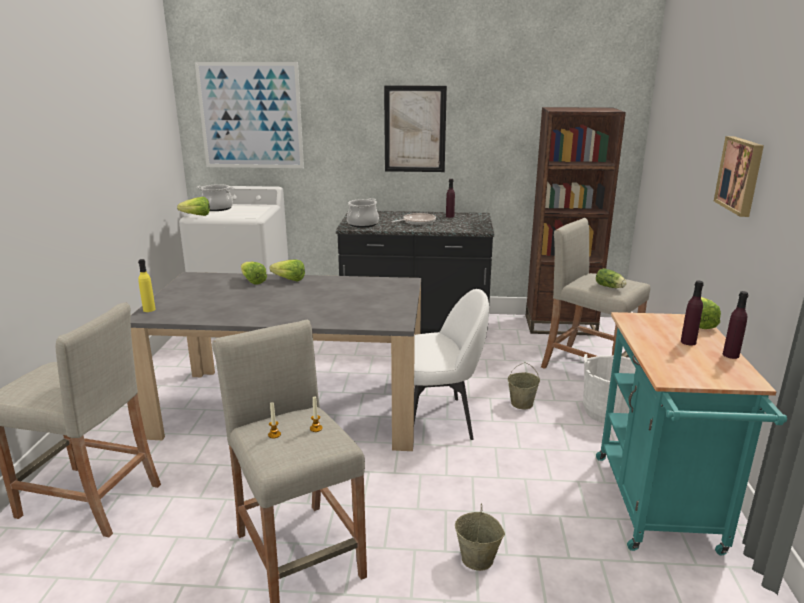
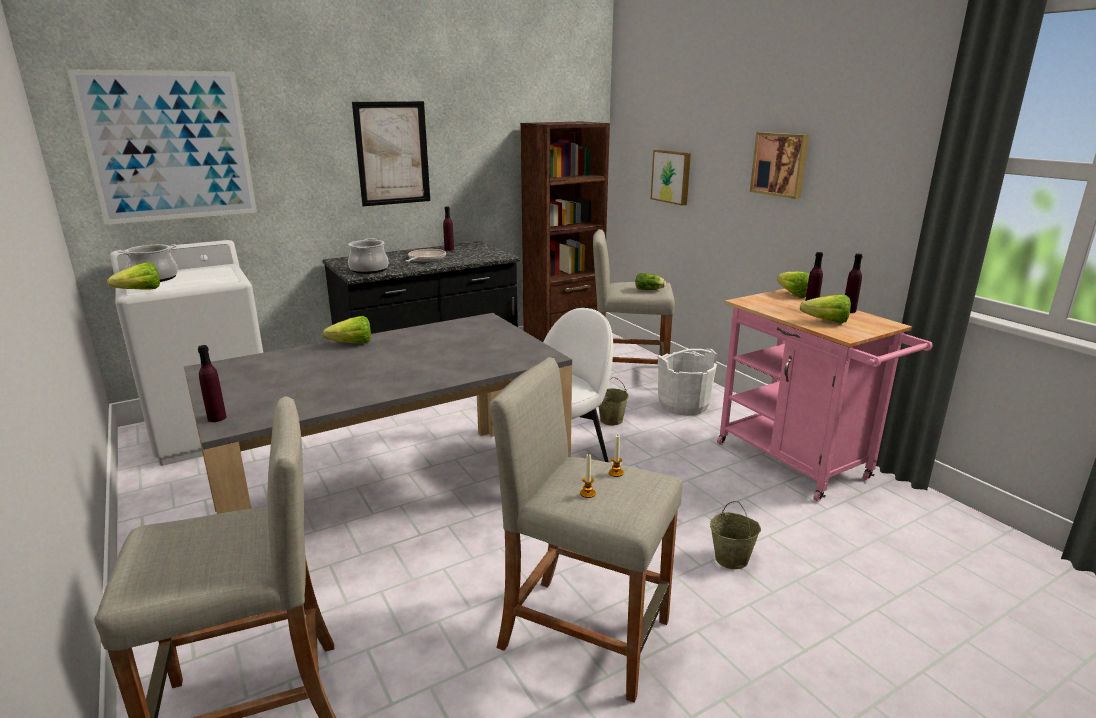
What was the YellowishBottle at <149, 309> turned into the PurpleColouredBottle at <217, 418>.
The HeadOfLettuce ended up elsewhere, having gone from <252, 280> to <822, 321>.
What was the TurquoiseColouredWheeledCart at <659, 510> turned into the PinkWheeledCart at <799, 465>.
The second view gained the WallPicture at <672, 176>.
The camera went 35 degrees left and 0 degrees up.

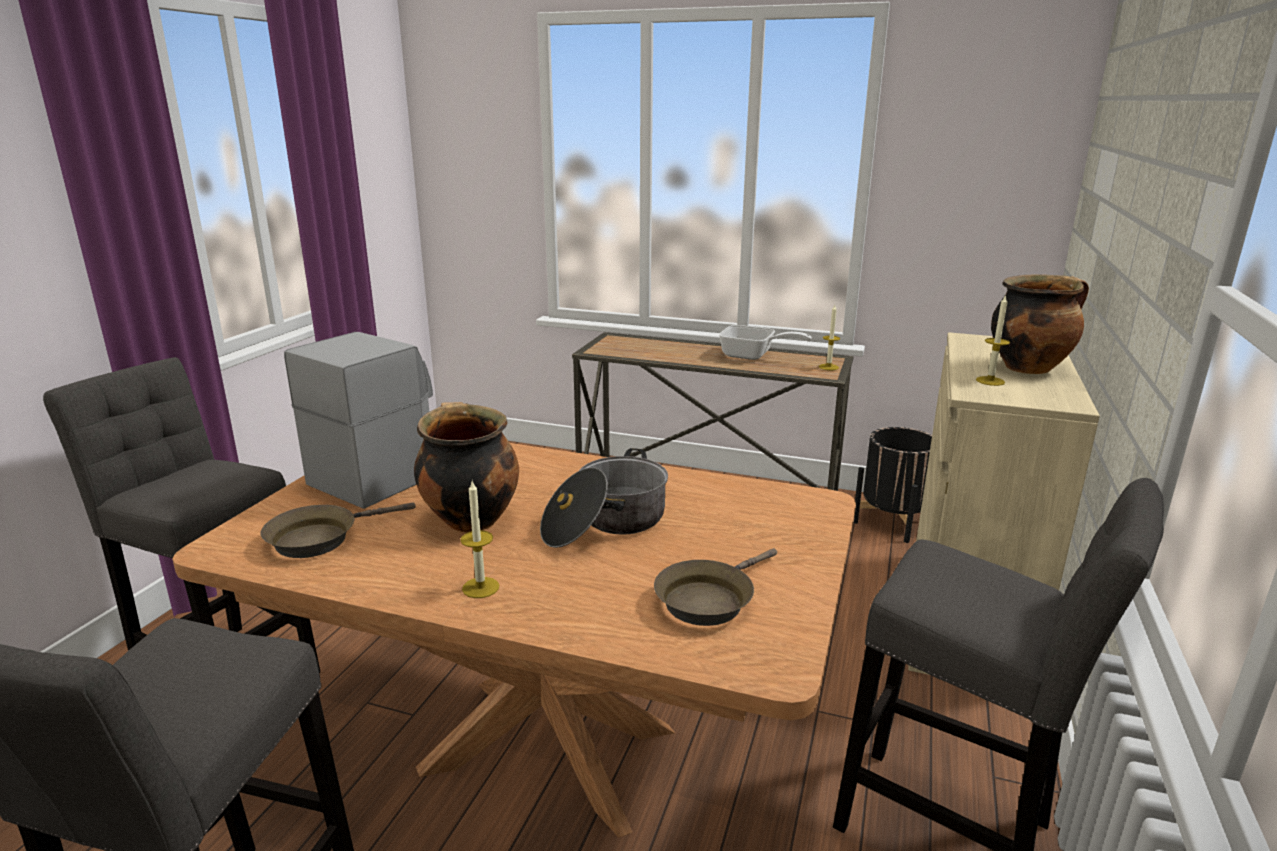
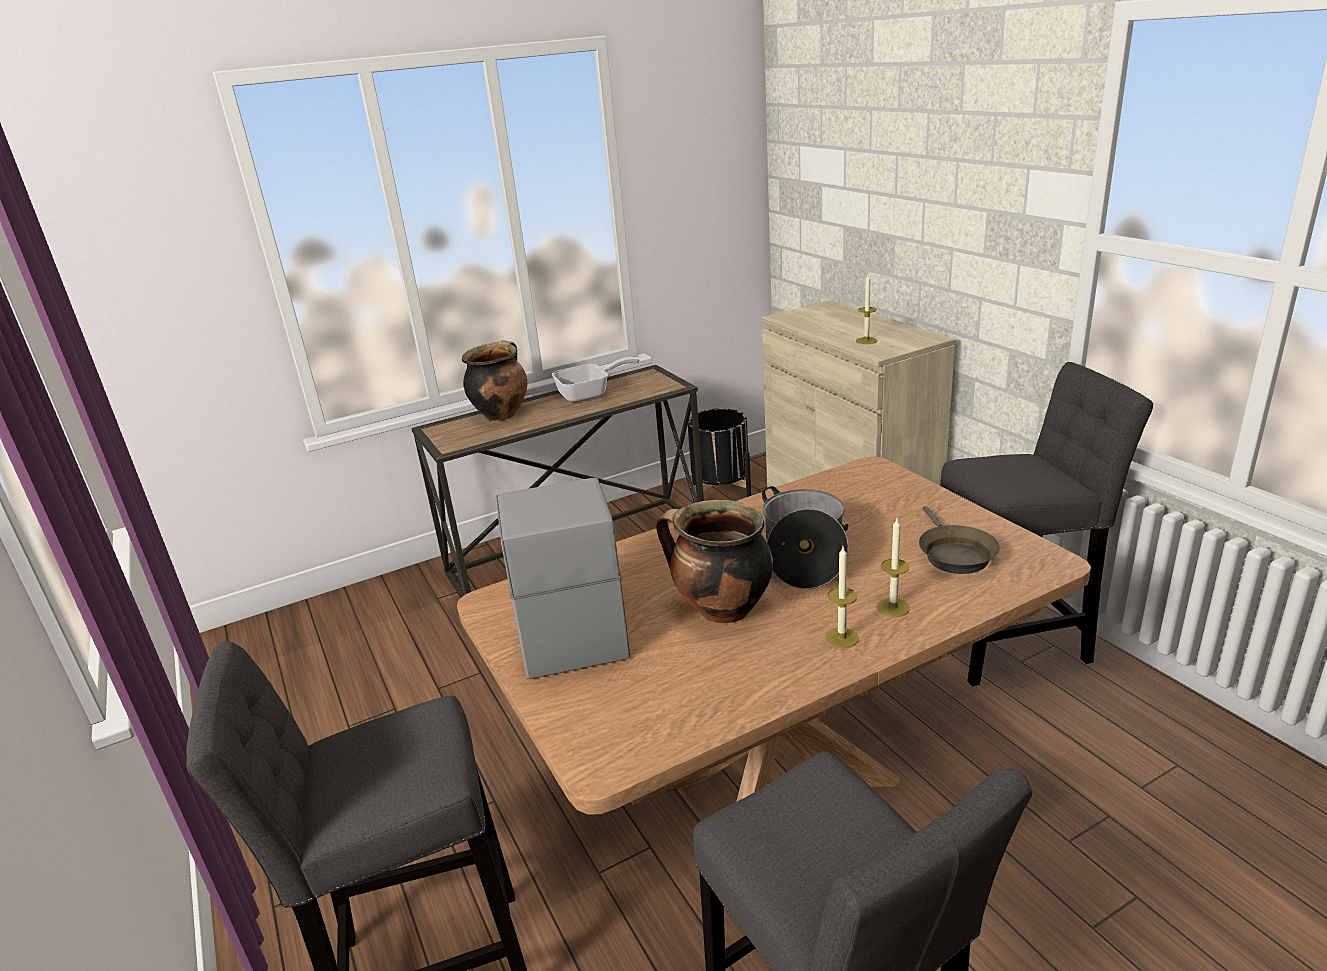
The Stockpot ended up elsewhere, having gone from <1029, 367> to <501, 414>.
The Candle ended up elsewhere, having gone from <828, 367> to <893, 607>.
The second view lost the BrownColouredSkillet at <320, 538>.
The camera went 45 degrees left and 5 degrees up.

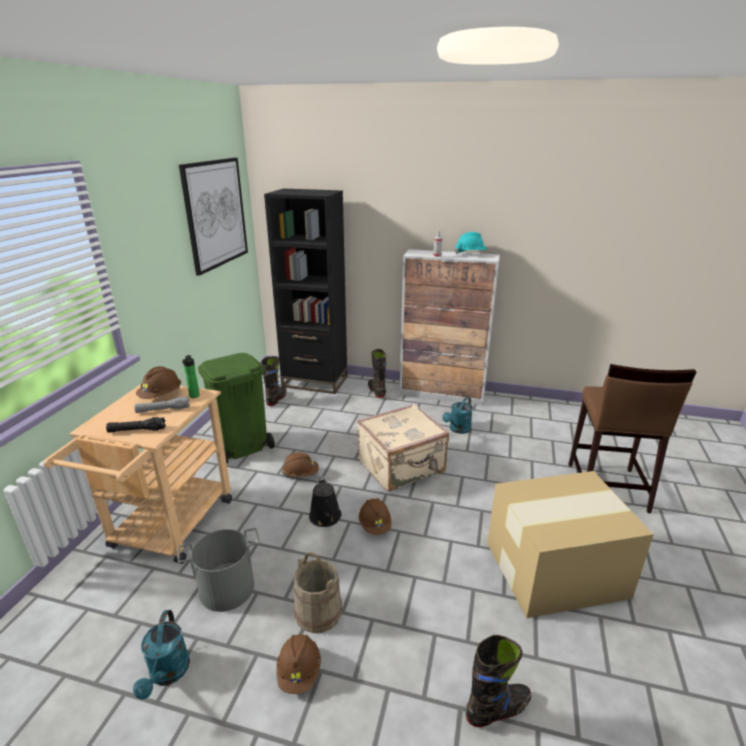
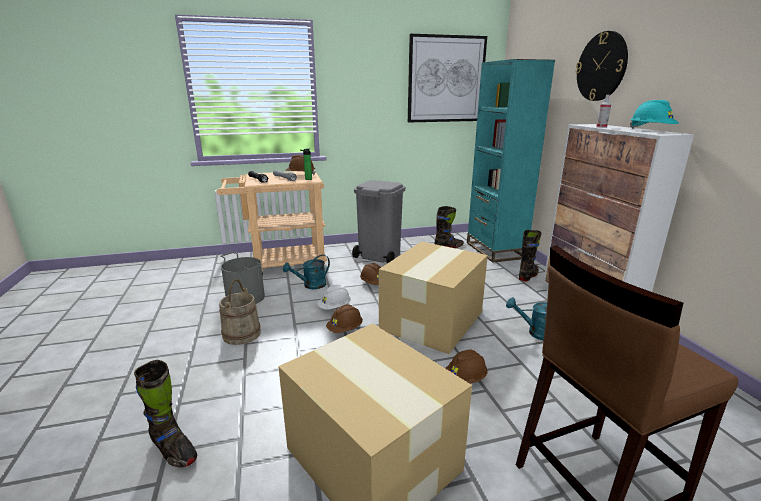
What was the BlackBookcase at <315, 381> turned into the TurquoiseColouredBookcase at <495, 250>.
What was the GreenColouredTrashCan at <241, 446> turned into the GreyTrashCan at <379, 256>.
Where the SandColouredSuitcase stood at <402, 467>, the PackingBox came to stand at <433, 320>.
Where the BlackSprinklingCan stood at <325, 518>, the WhiteHardHat came to stand at <334, 307>.
The TurquoiseColouredSprinklingCan ended up elsewhere, having gone from <167, 674> to <311, 285>.
The BrownColouredHardHat ended up elsewhere, having gone from <299, 672> to <465, 379>.
The second view gained the HangingClock at <601, 66>.
The camera went 60 degrees right and 5 degrees down.

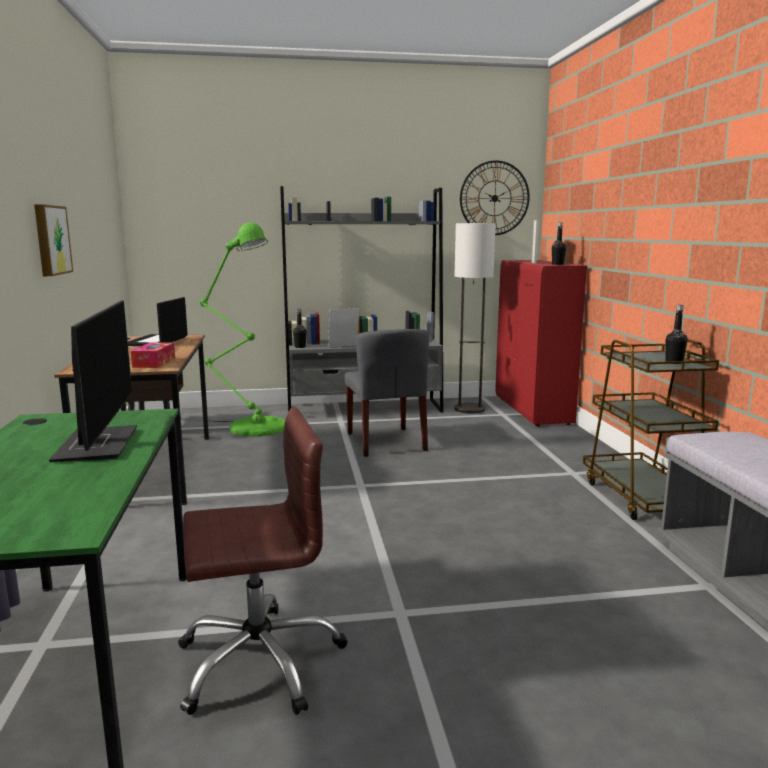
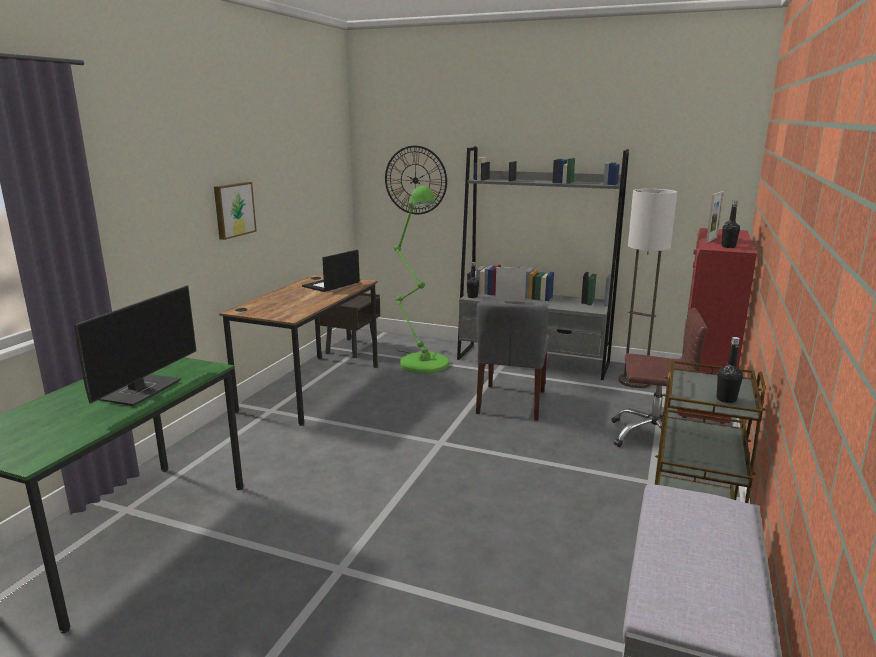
The HangingClock ended up elsewhere, having gone from <494, 198> to <415, 180>.
The second view lost the TissueHolder at <154, 362>.
The BrownColouredComputerChair ended up elsewhere, having gone from <259, 661> to <653, 436>.
The camera went 30 degrees right and 5 degrees up.

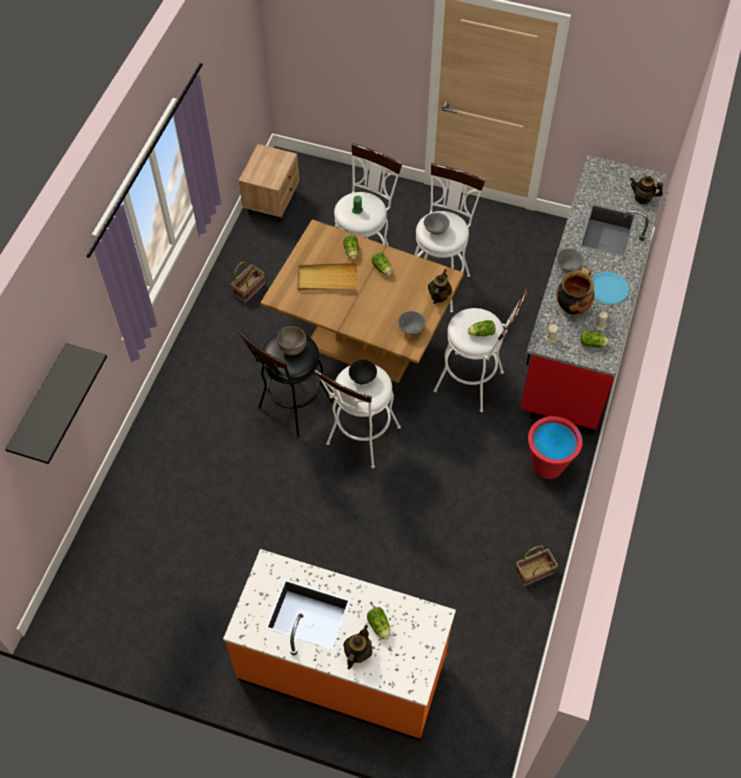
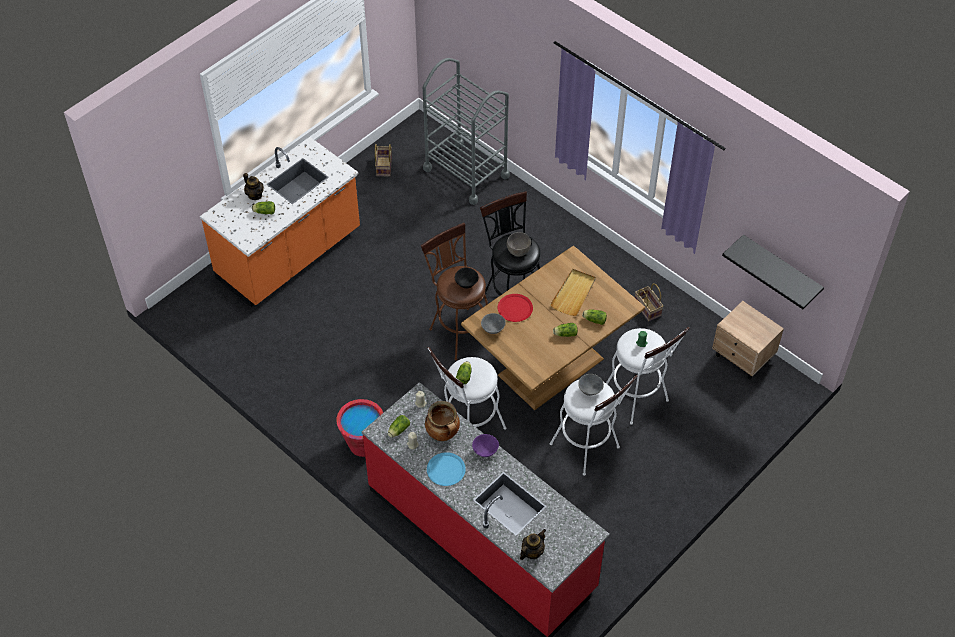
What was the GreyServingBowl at <567, 267> turned into the PurpleColouredServingBowl at <485, 450>.
The second view lost the PotForTea at <438, 296>.
The BlackBracketShelf ended up elsewhere, having gone from <41, 404> to <780, 269>.
What was the WhiteSittingStool at <360, 440> turned into the BrownColouredSittingStool at <458, 330>.
The Basket ended up elsewhere, having gone from <533, 573> to <383, 166>.
The second view gained the GreyWheeledCart at <466, 172>.
The second view gained the RedFlatDish at <515, 308>.
The camera went 115 degrees right and 5 degrees down.

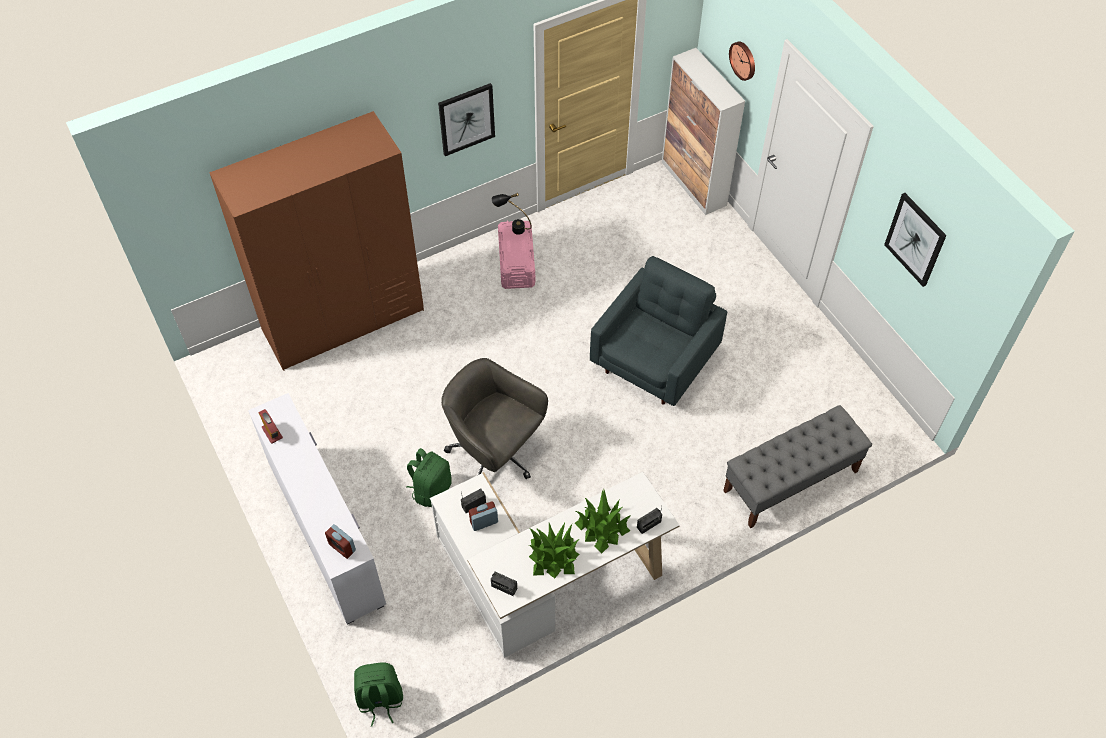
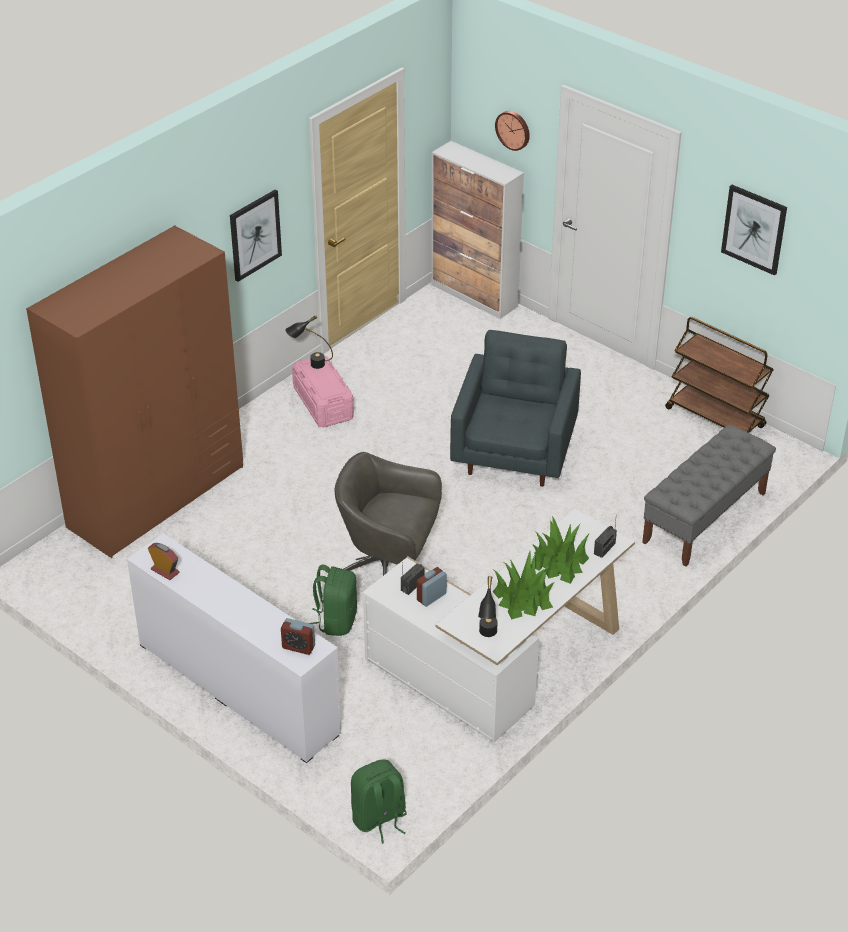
Where the Radio stood at <504, 587>, the BlackLampForATable came to stand at <487, 637>.
The second view gained the BrownColouredWheeledCart at <715, 418>.
The camera went 20 degrees left and 15 degrees down.

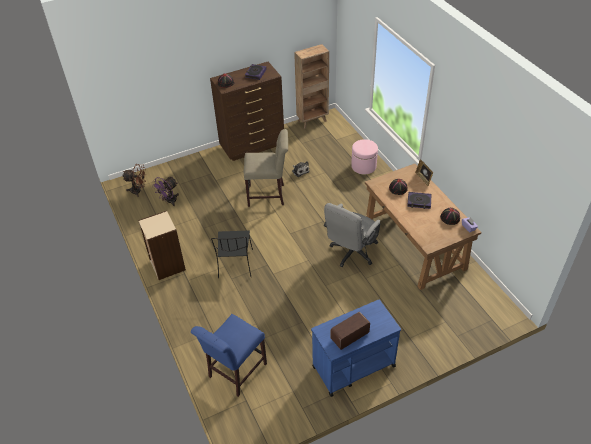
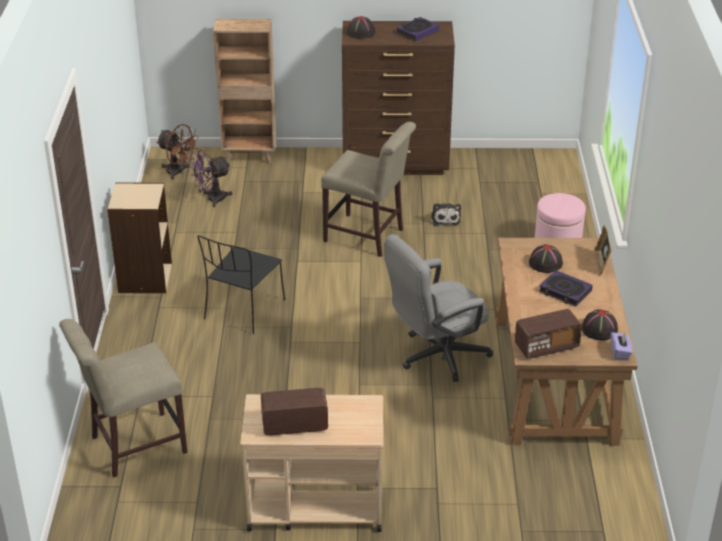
The BrownColouredBookcase ended up elsewhere, having gone from <312, 120> to <250, 157>.
What was the BlueColouredWheeledCart at <353, 366> turned into the SandColouredWheeledCart at <314, 506>.
What was the BlueColouredUprightChair at <235, 372> turned into the SandColouredUprightChair at <133, 446>.
The second view gained the Radio at <546, 347>.
The camera went 25 degrees right and 10 degrees down.

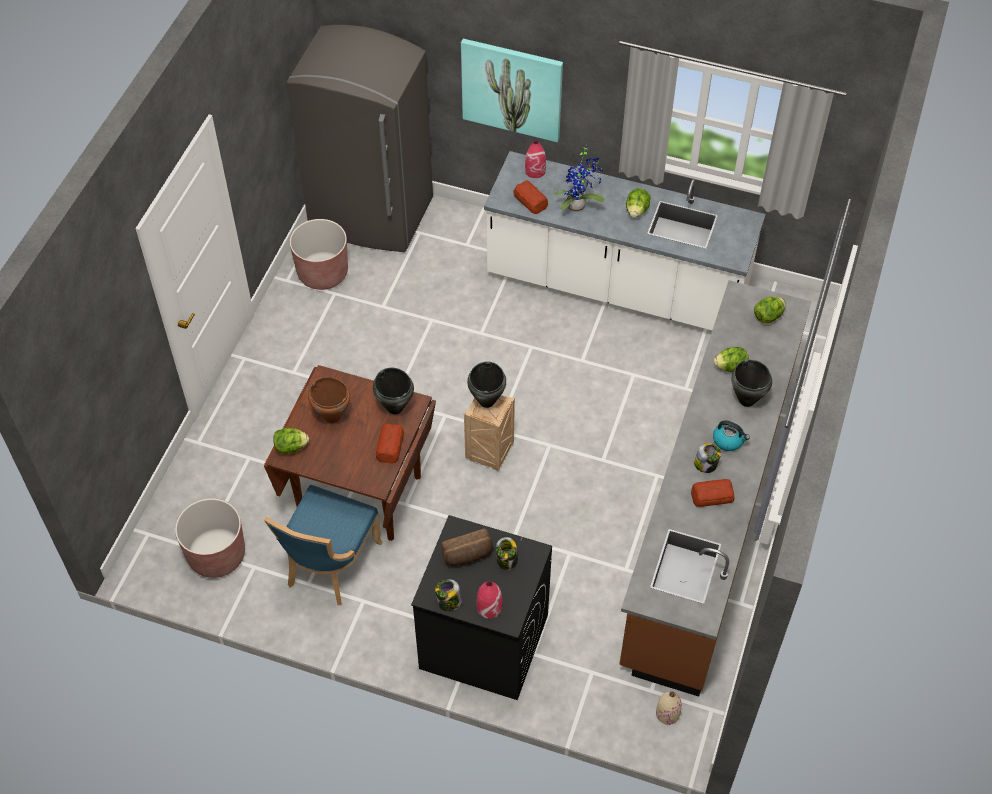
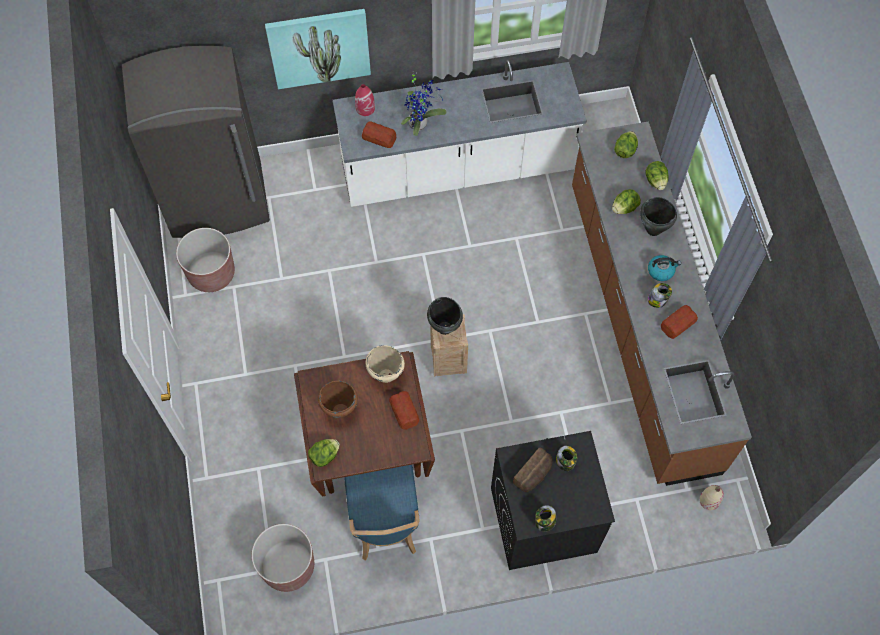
The HeadOfLettuce ended up elsewhere, having gone from <636, 211> to <655, 181>.
What was the BlackStockpot at <395, 407> turned into the SandColouredStockpot at <386, 375>.
The second view lost the RedVase at <489, 607>.
The camera went 30 degrees left and 10 degrees up.

